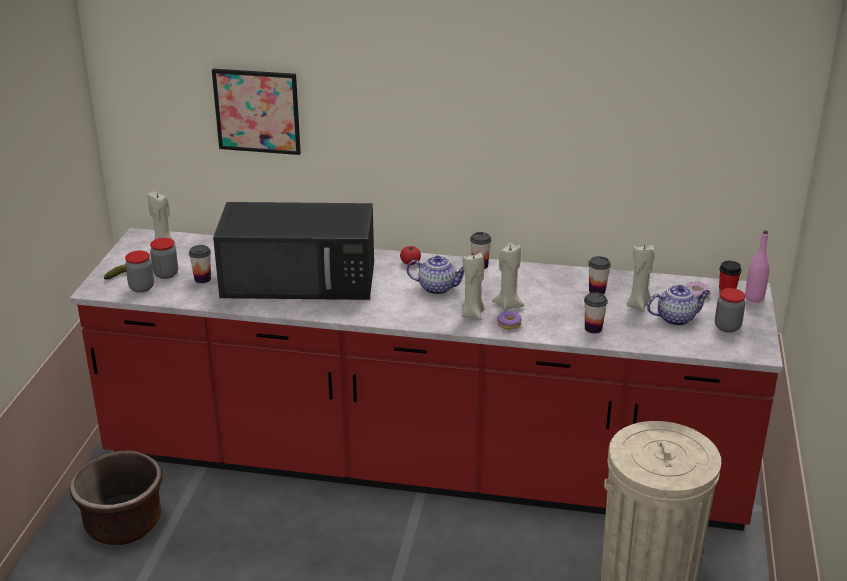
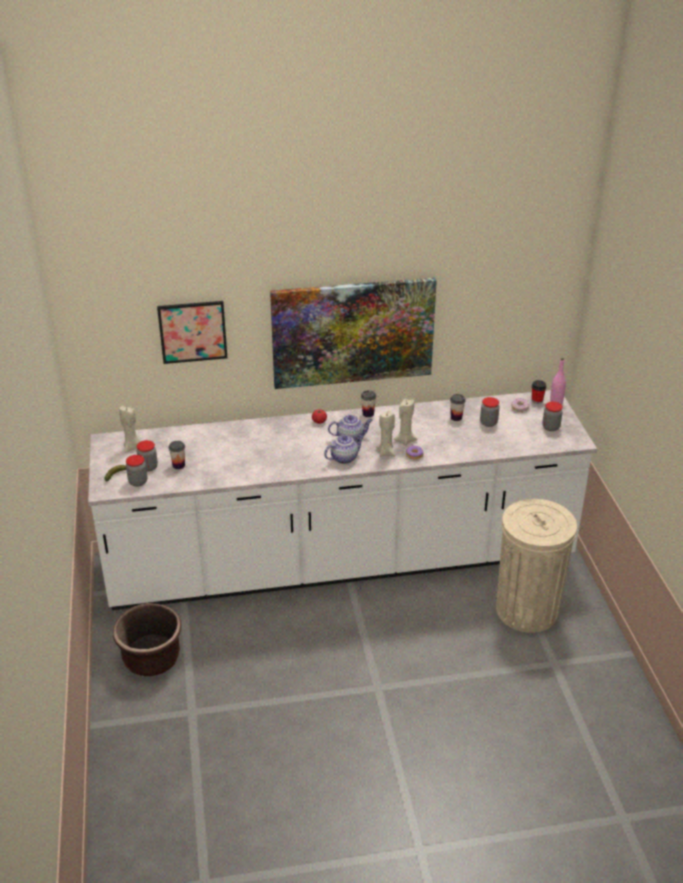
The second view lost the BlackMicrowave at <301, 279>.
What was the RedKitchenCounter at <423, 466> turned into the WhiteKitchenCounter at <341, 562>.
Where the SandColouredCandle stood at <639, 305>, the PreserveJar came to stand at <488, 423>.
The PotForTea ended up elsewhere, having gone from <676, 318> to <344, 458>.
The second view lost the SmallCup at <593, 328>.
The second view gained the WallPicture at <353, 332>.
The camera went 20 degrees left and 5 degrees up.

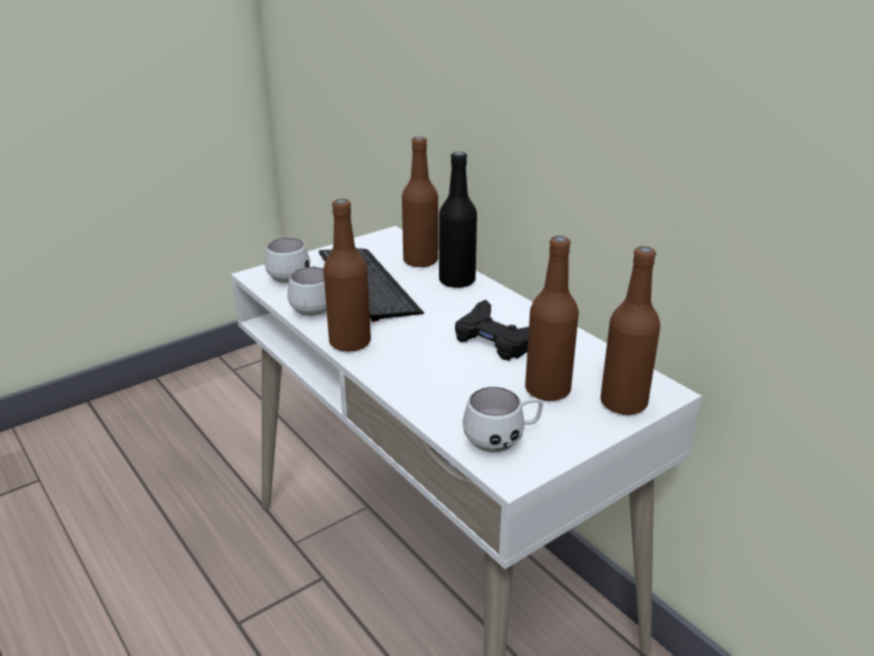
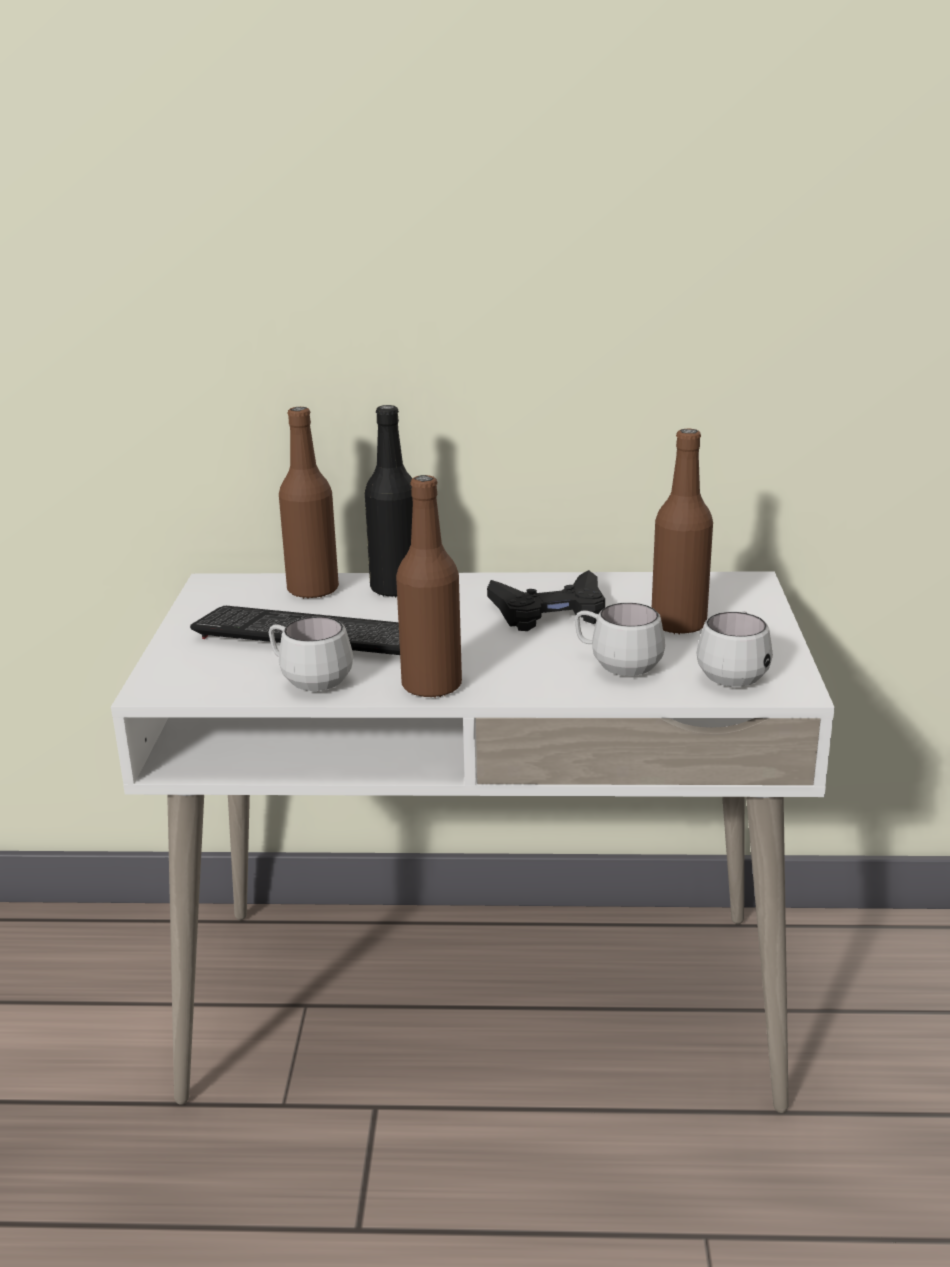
The WhiteMug ended up elsewhere, having gone from <290, 275> to <615, 665>.
The second view lost the BrownColouredBottle at <623, 403>.
The camera went 50 degrees left and 5 degrees down.

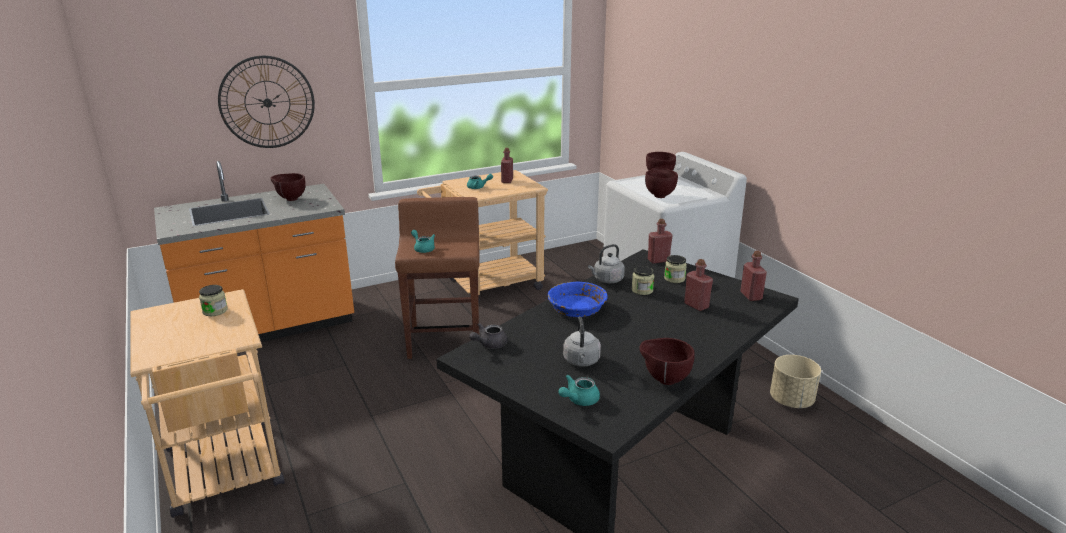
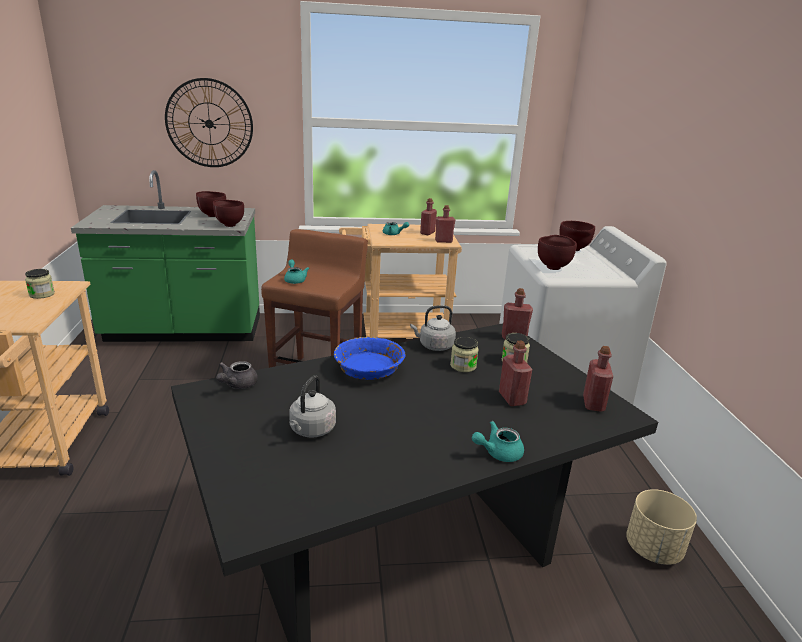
What was the OrangeKitchenCounter at <270, 328> turned into the GreenColouredKitchenCounter at <184, 331>.
The GreyPotForTea at <489, 344> ended up facing another way, 45 degrees counterclockwise from before.
The BrownColouredServingBowl ended up elsewhere, having gone from <664, 380> to <229, 225>.
The TurquoiseColouredPotForTea ended up elsewhere, having gone from <579, 400> to <498, 453>.
The second view gained the RedBottle at <443, 241>.
The camera went 20 degrees right and 0 degrees up.

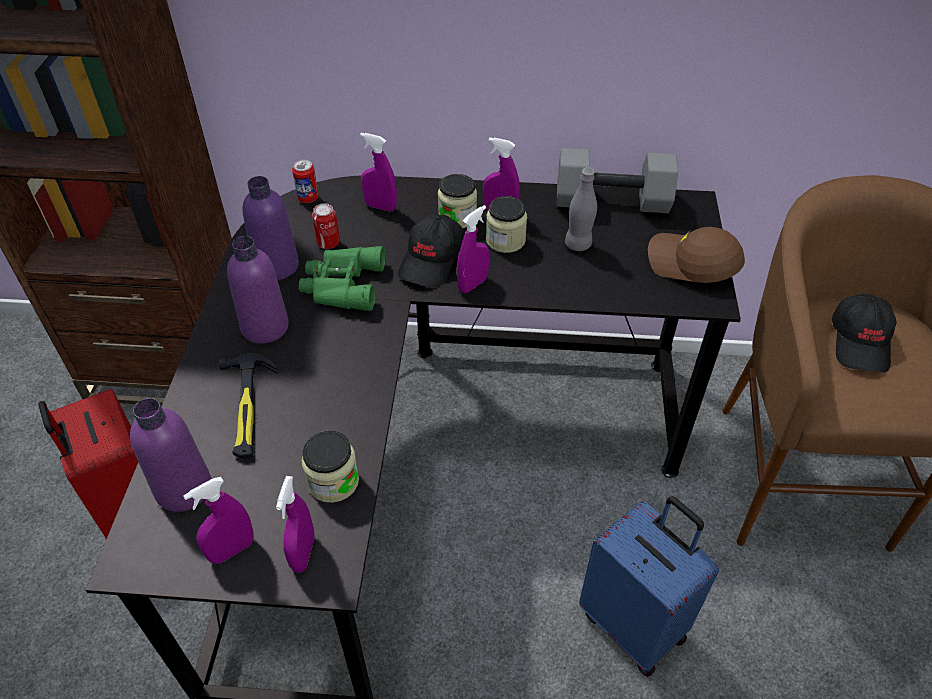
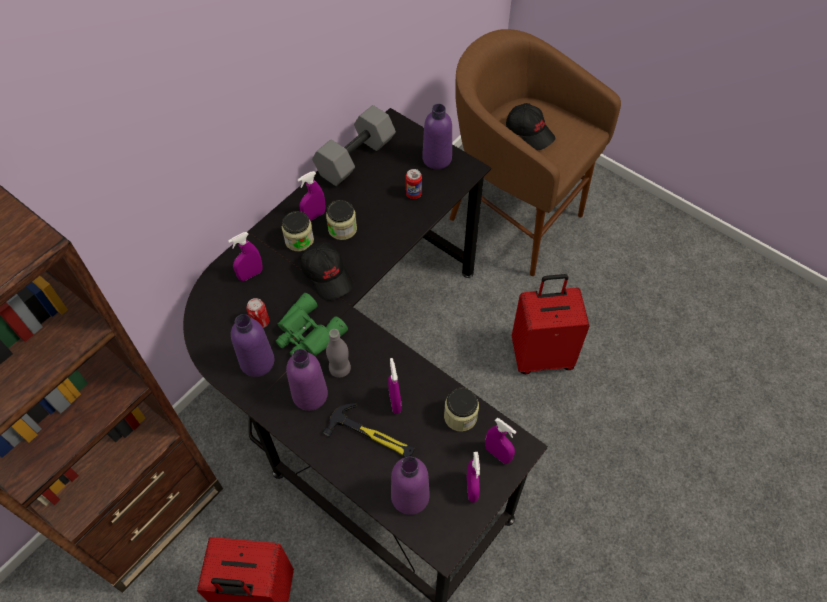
The SealedCan ended up elsewhere, having gone from <308, 198> to <413, 194>.
The GreyBottle ended up elsewhere, having gone from <578, 244> to <340, 369>.
The PurpleColouredSprayBottle ended up elsewhere, having gone from <473, 284> to <395, 402>.
Where the BrownColouredCap stood at <691, 264>, the PurpleColouredBottle came to stand at <437, 158>.
What was the BlueColouredSuitcase at <634, 624> turned into the RedSuitcase at <541, 355>.
The camera went 55 degrees left and 10 degrees up.

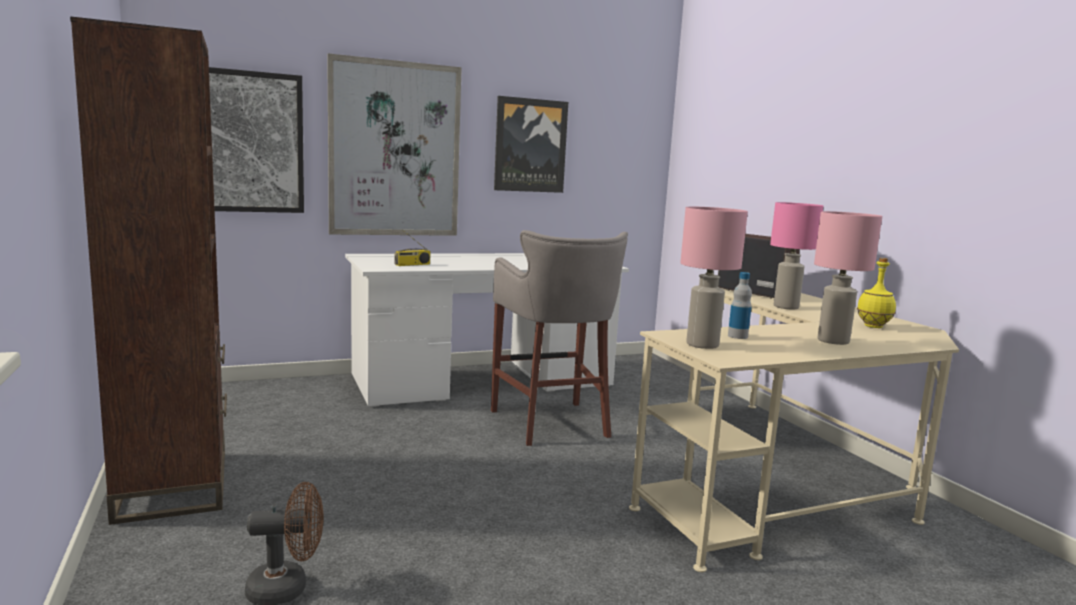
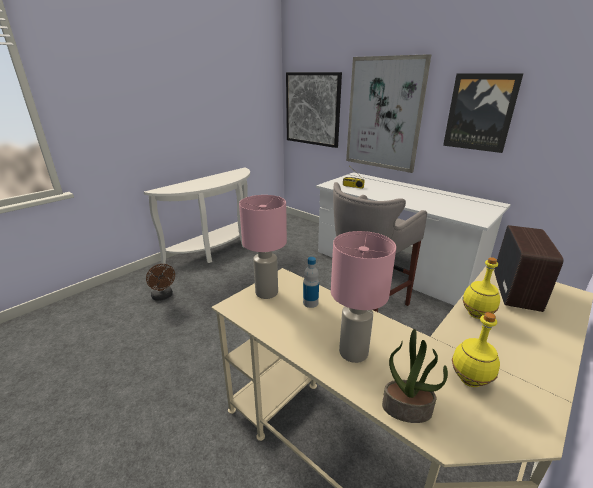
Where the BrownColouredBookcase stood at <174, 485>, the WhiteConsoleTable came to stand at <217, 249>.
Where the PinkLampForATable stood at <785, 307>, the YellowishBottle came to stand at <476, 314>.
The second view gained the PlantInAPot at <407, 408>.
The camera went 65 degrees right and 15 degrees up.

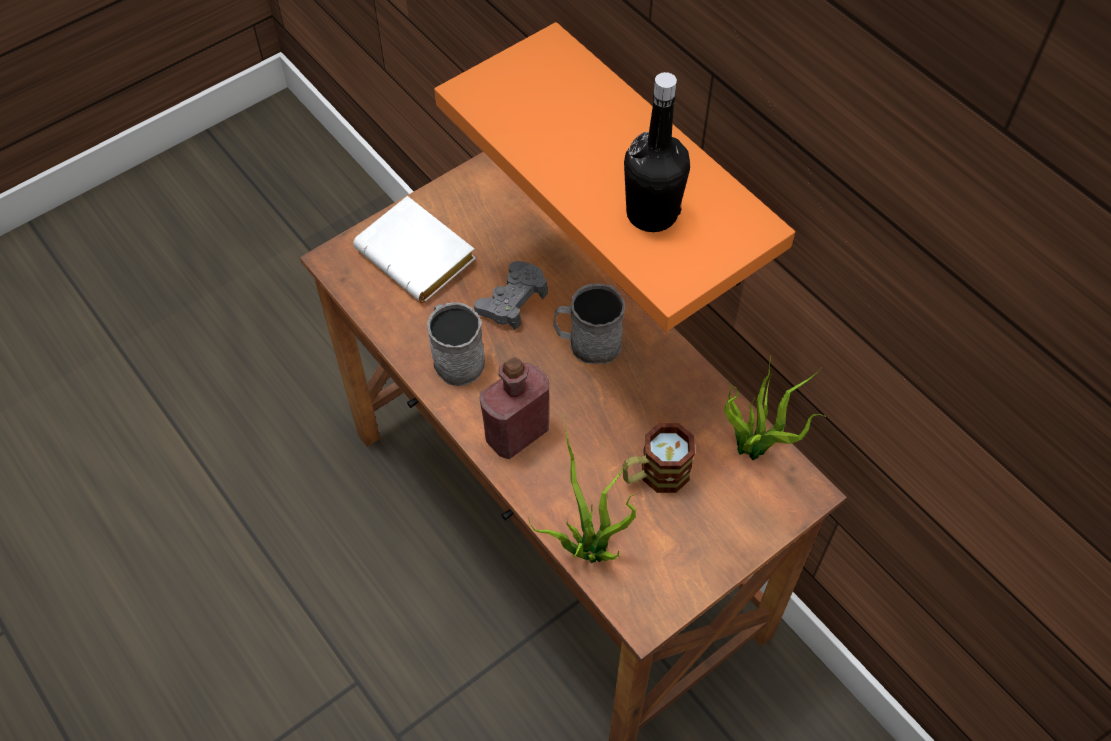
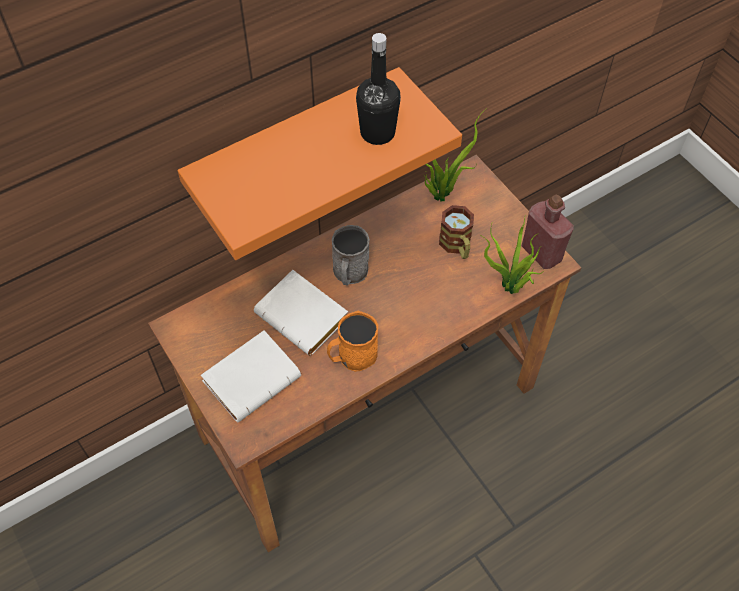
Where the GreyGamepad stood at <512, 300>, the WhiteBoundBook came to stand at <305, 317>.
What was the GreyMug at <455, 358> turned into the OrangeMug at <352, 356>.
The RedBottle ended up elsewhere, having gone from <517, 433> to <541, 253>.
The camera went 85 degrees left and 0 degrees up.

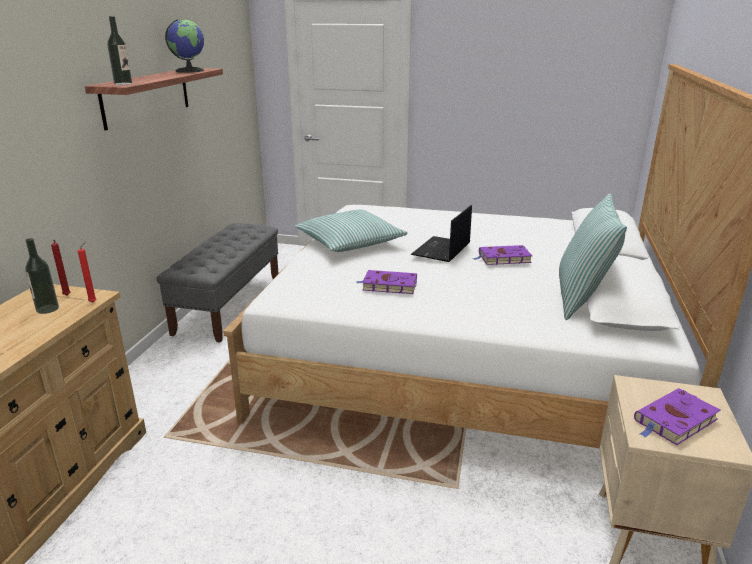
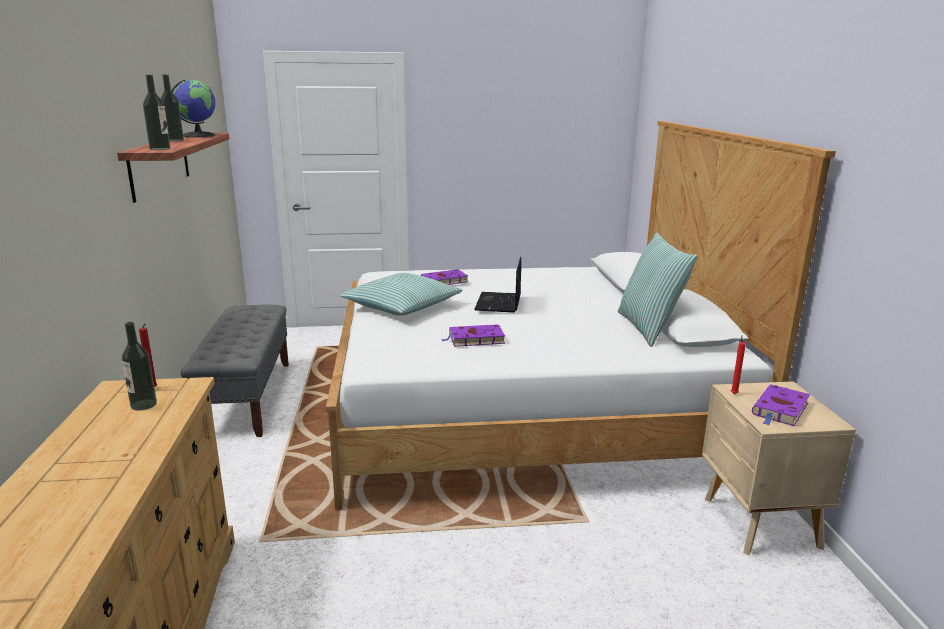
The RedCandle ended up elsewhere, having gone from <94, 302> to <734, 393>.
The PurpleColouredBoundBook ended up elsewhere, having gone from <503, 258> to <443, 281>.
The second view gained the Bottle at <174, 140>.
The camera went 20 degrees left and 5 degrees down.

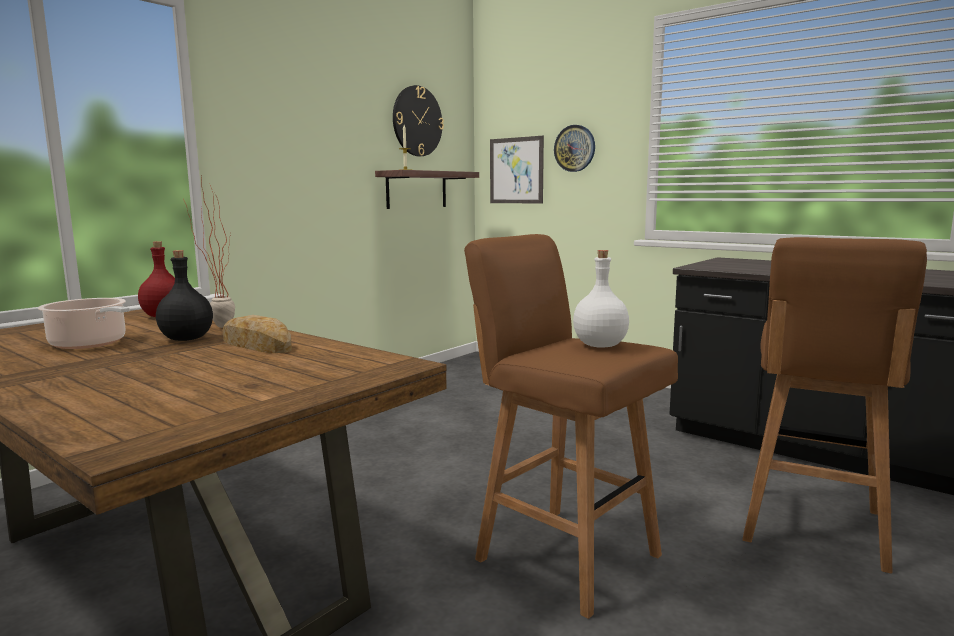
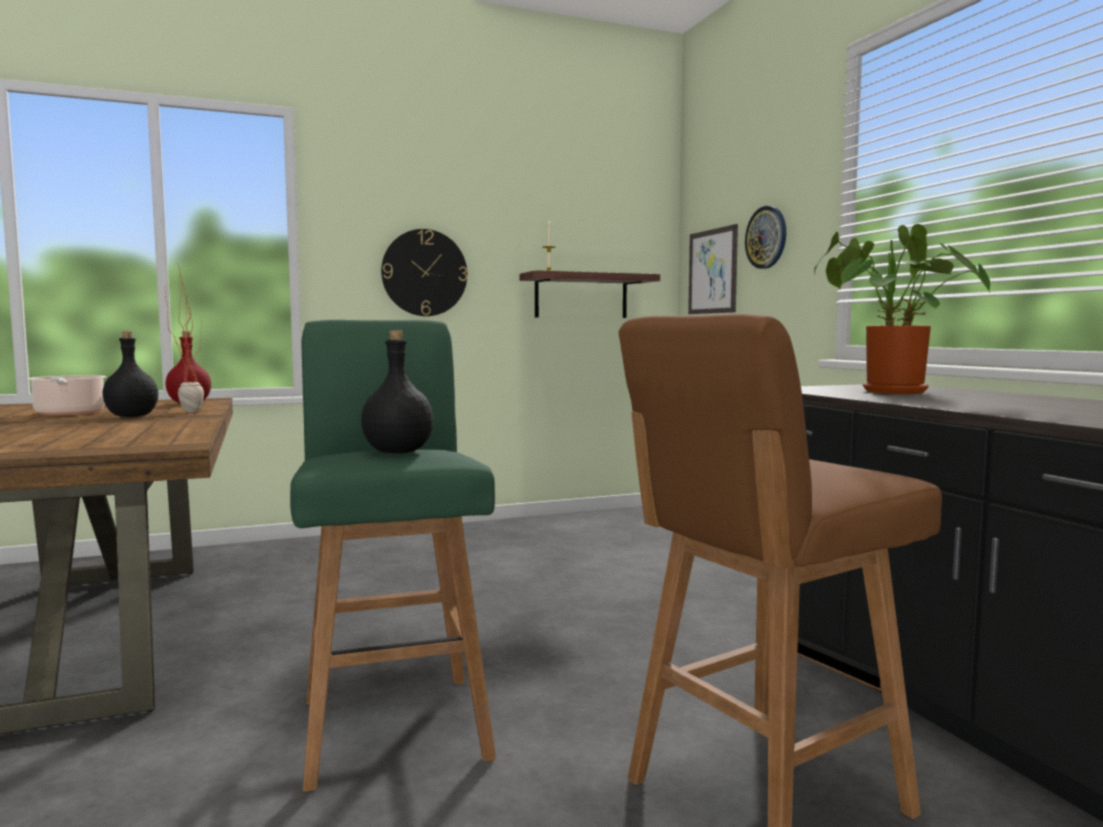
The HangingClock ended up elsewhere, having gone from <417, 121> to <424, 273>.
What was the BrownColouredSittingStool at <564, 555> turned into the GreenColouredSittingStool at <394, 724>.
What was the WhiteBottle at <600, 345> turned into the BlackBottle at <399, 452>.
The second view lost the BakedBread at <256, 344>.
The second view gained the PlantInAPot at <886, 391>.
The camera went 30 degrees right and 5 degrees down.

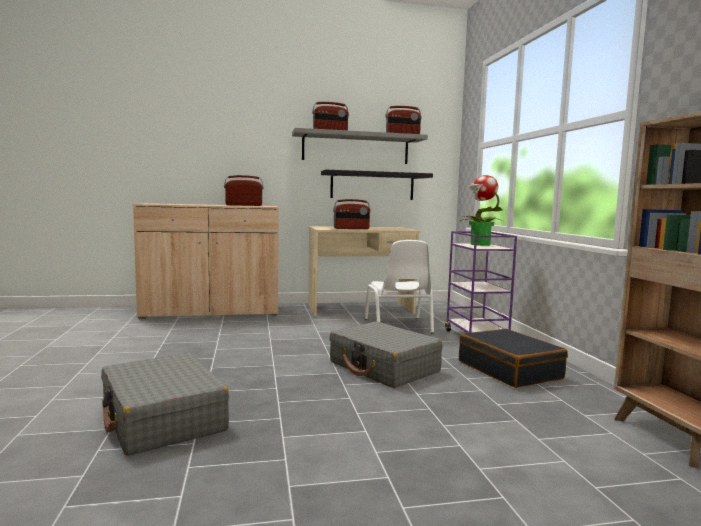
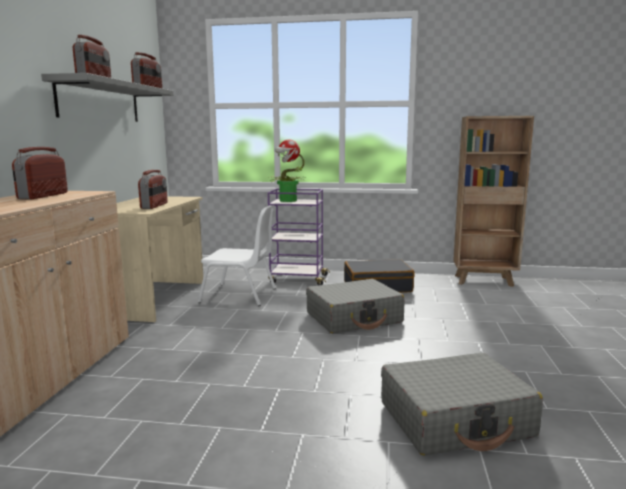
The second view lost the BlackBracketShelf at <372, 186>.
The camera went 70 degrees left and 5 degrees up.

